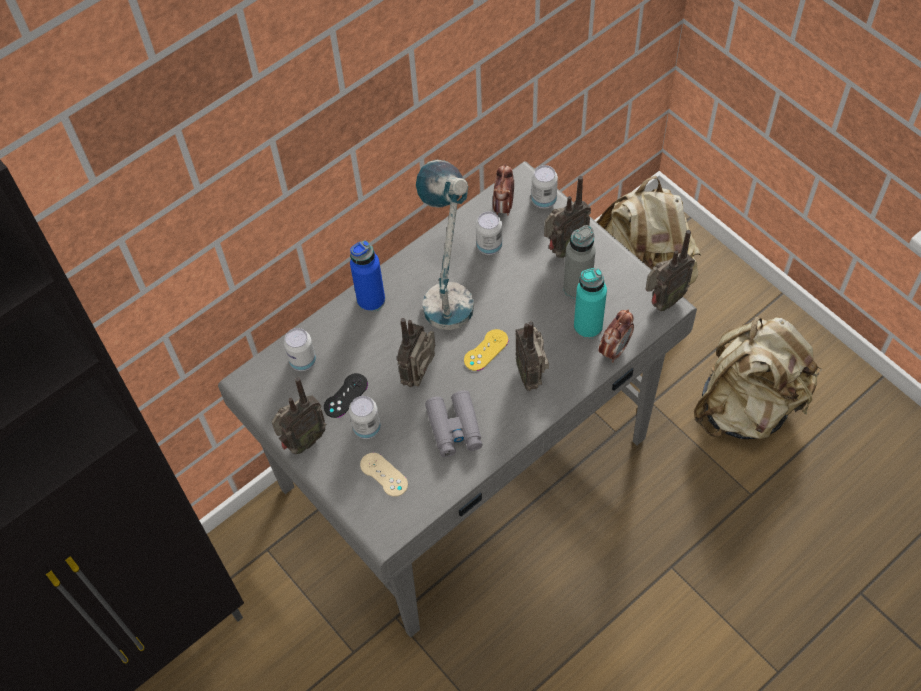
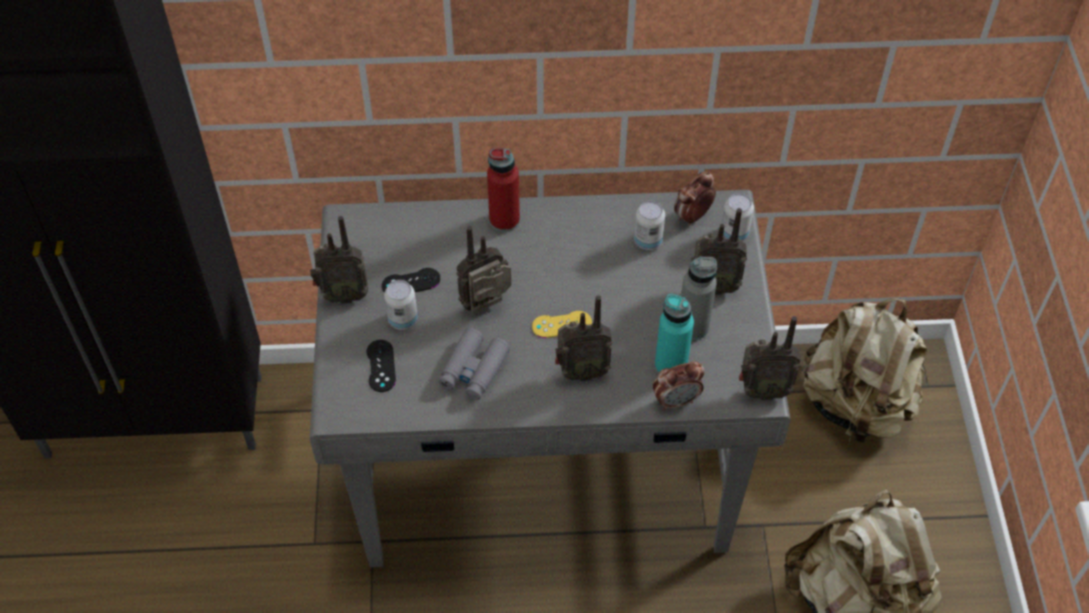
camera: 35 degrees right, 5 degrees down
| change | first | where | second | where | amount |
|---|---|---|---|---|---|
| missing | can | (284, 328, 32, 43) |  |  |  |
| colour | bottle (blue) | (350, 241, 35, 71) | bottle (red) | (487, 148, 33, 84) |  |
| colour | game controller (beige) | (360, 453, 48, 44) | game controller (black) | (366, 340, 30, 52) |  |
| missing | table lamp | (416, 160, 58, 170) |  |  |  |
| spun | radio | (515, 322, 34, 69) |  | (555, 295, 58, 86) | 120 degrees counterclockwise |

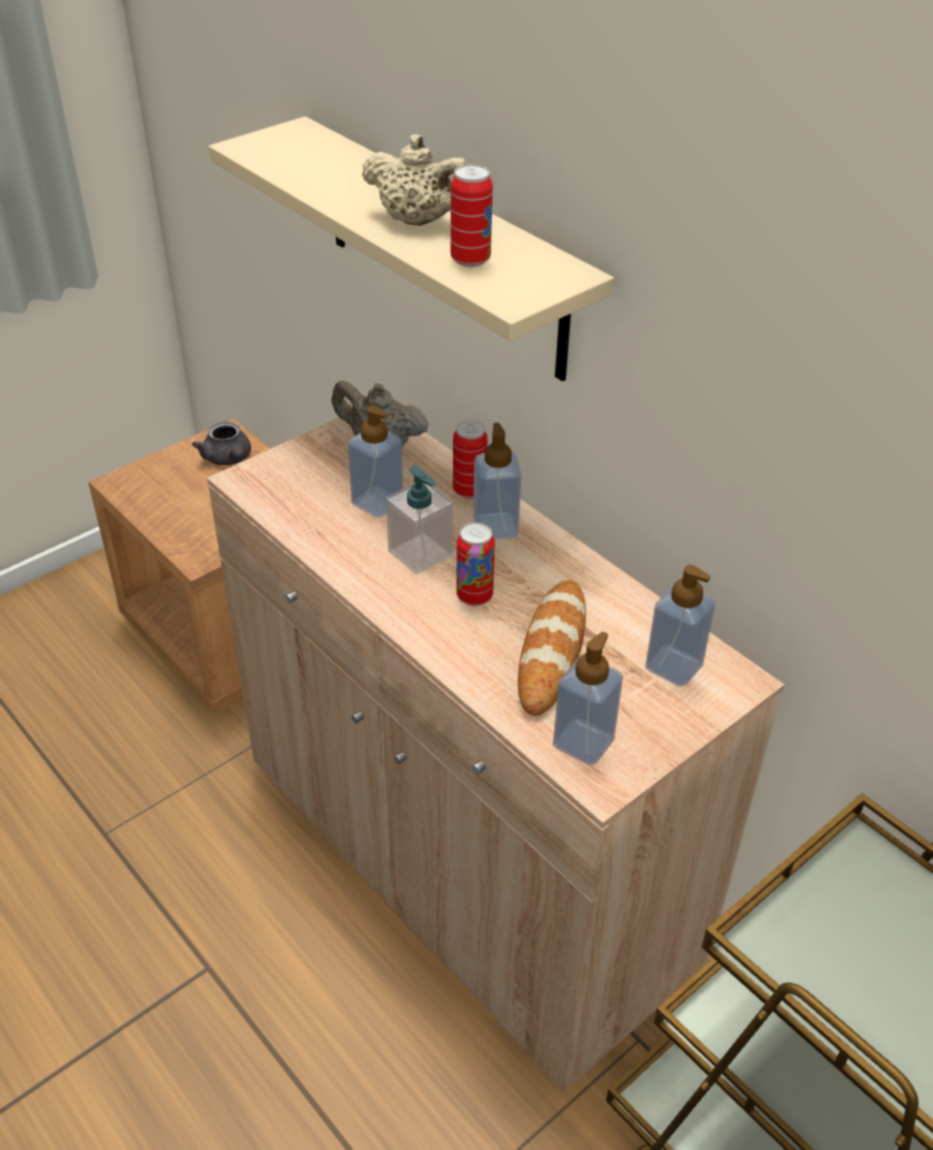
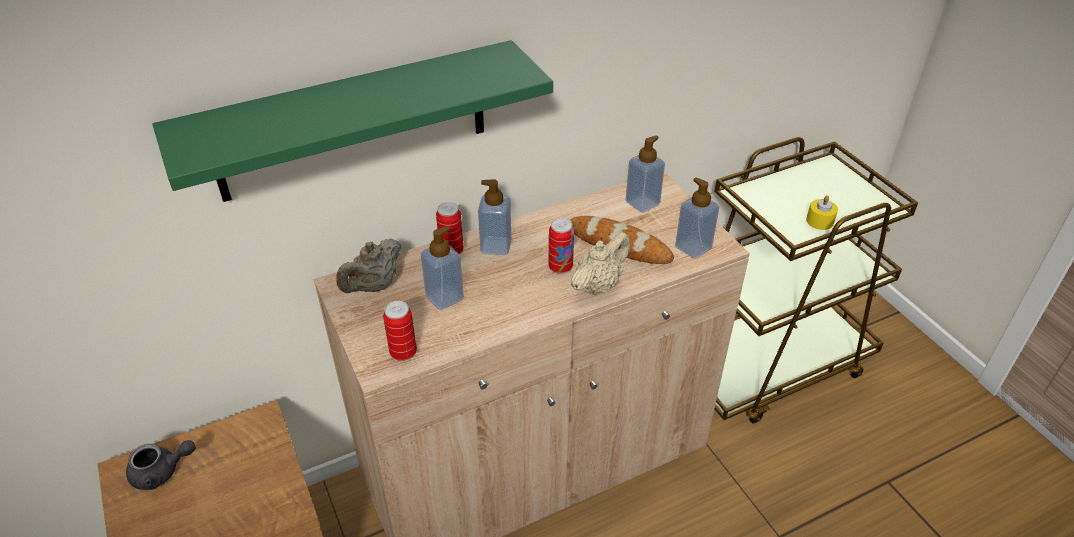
camera: 75 degrees left, 0 degrees up
| change | first | where | second | where | amount |
|---|---|---|---|---|---|
| colour | shelf (beige) | (209, 116, 405, 265) | shelf (green) | (152, 40, 401, 162) |  |
| relocated | teapot (beige) | (362, 134, 105, 92) |  | (571, 232, 60, 63) |  |
| missing | soap dispenser | (386, 466, 67, 109) |  |  |  |
| relocated | can | (451, 164, 42, 103) |  | (383, 301, 34, 60) |  |
| appeared |  |  | candle (yellow) | (806, 195, 32, 35) |  |

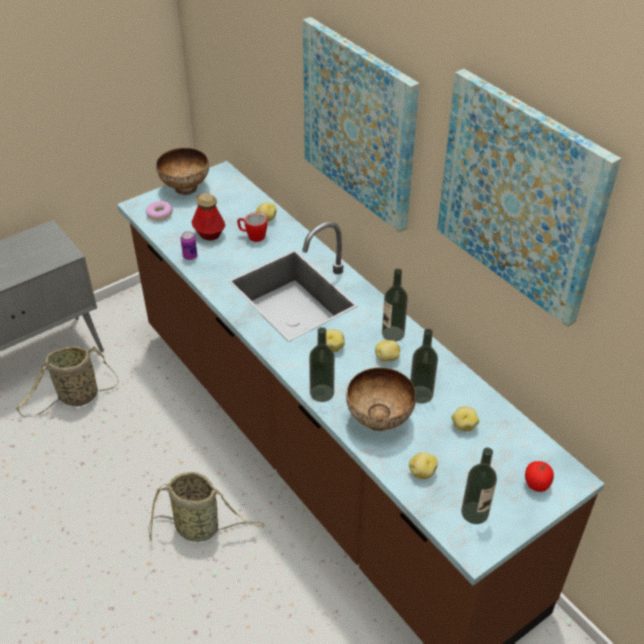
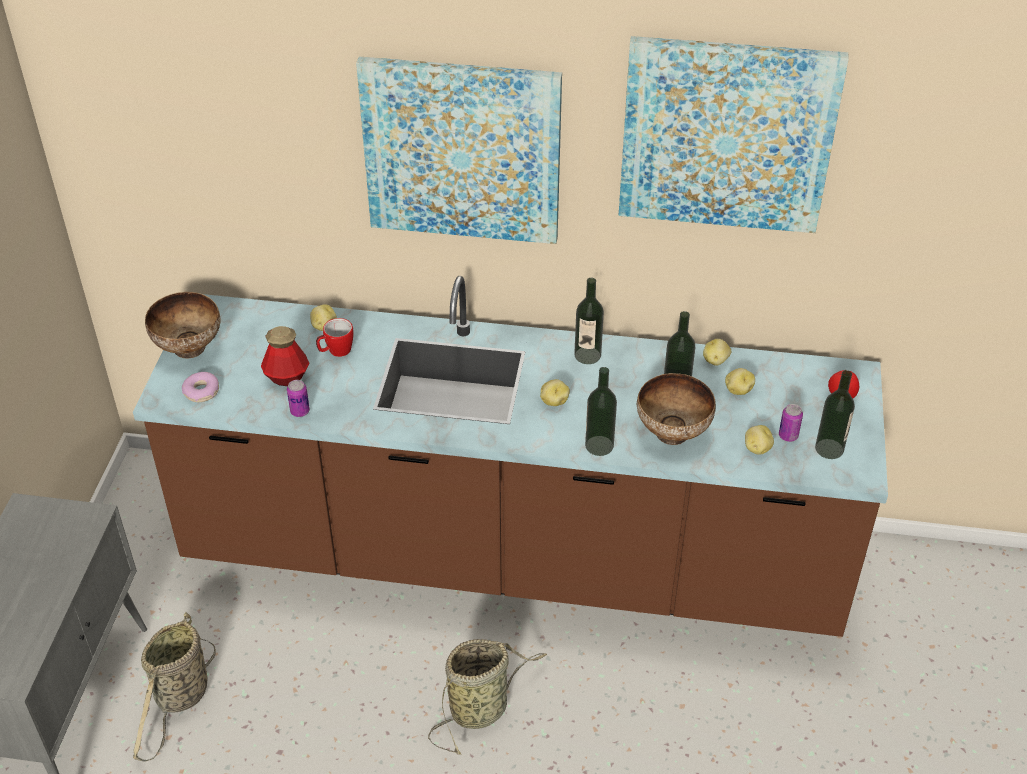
camera: 45 degrees left, 0 degrees up
| change | first | where | second | where | amount |
|---|---|---|---|---|---|
| relocated | potato | (375, 340, 25, 22) |  | (703, 339, 29, 27) |  |
| appeared |  |  | can | (779, 404, 24, 38) |  |

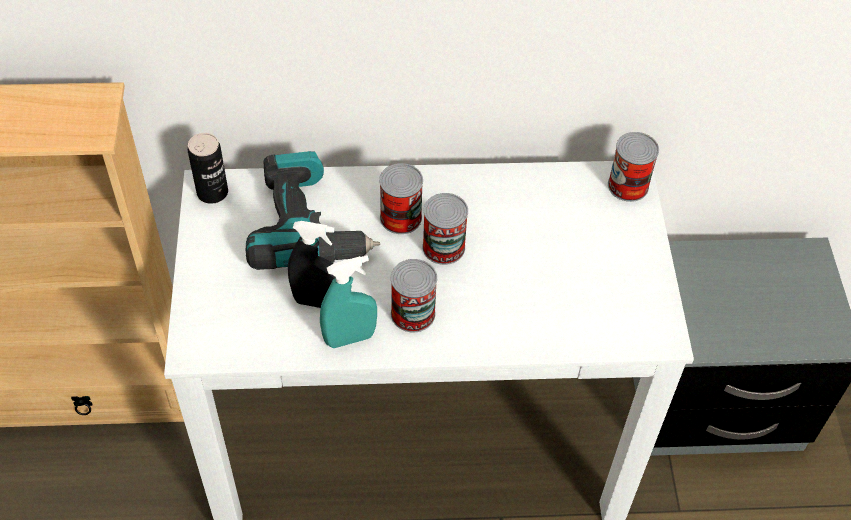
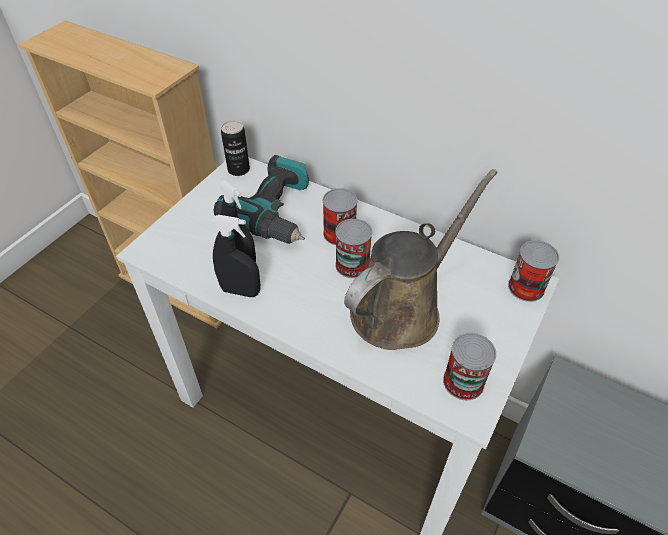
camera: 35 degrees right, 5 degrees down
| change | first | where | second | where | amount |
|---|---|---|---|---|---|
| colour | spray bottle (turquoise) | (320, 255, 57, 93) | spray bottle (black) | (211, 215, 49, 82) |  |
| relocated | can | (391, 259, 46, 73) |  | (443, 333, 53, 67) |  |
| appeared |  |  | watering can (brown) | (344, 169, 154, 181) |  |

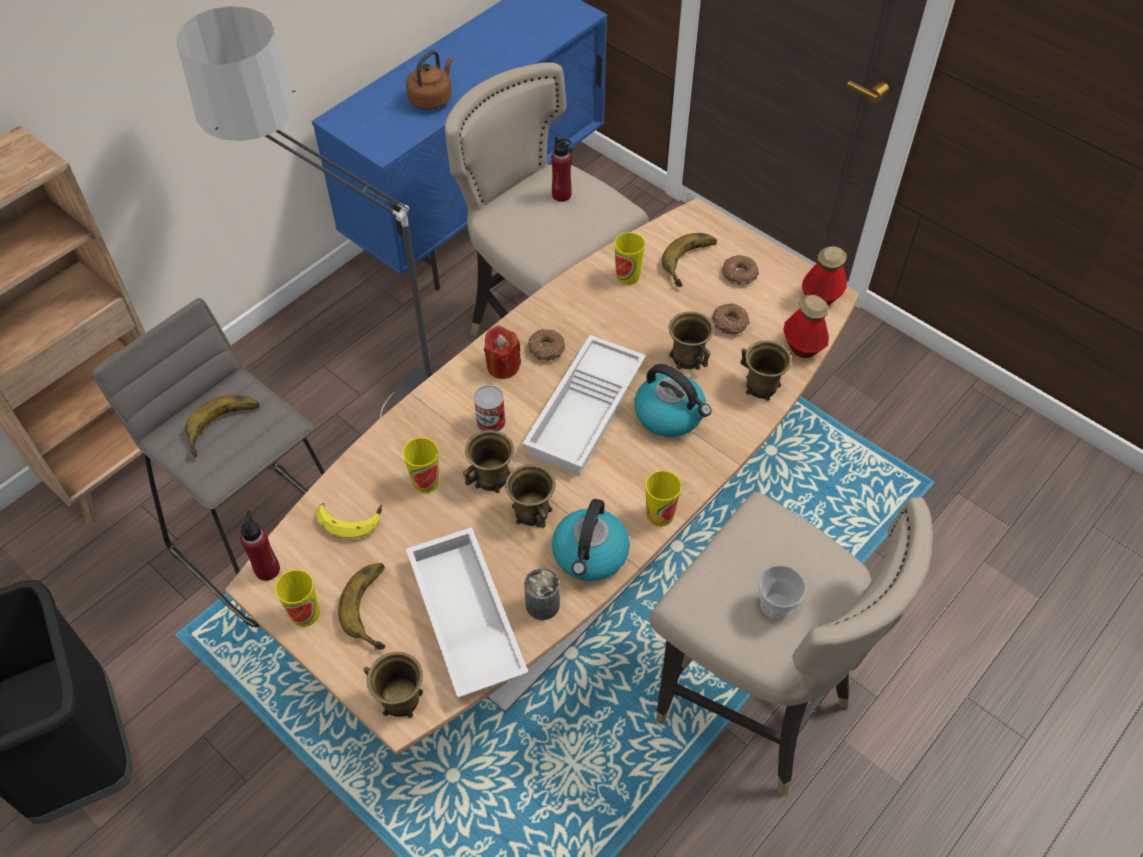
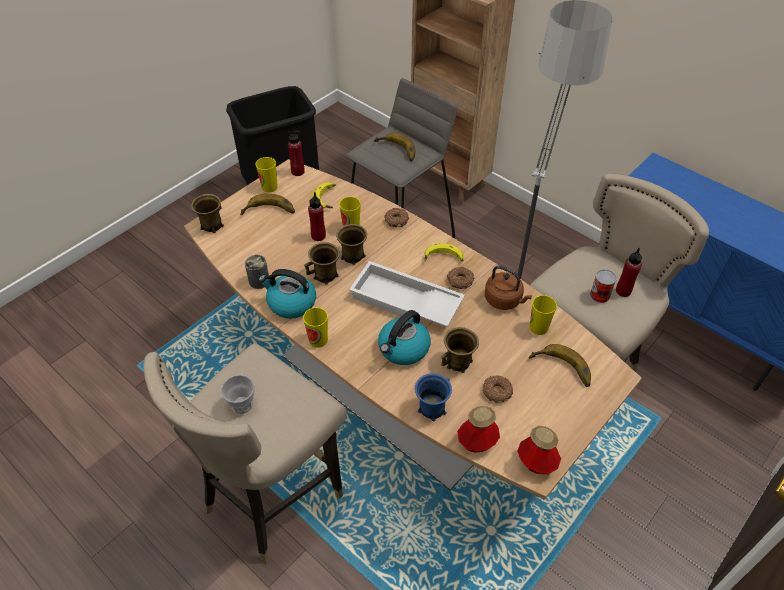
camera: 90 degrees right, 5 degrees down
| change | first | where | second | where | amount |
|---|---|---|---|---|---|
| relocated | kettle (brown) | (406, 50, 47, 60) |  | (485, 265, 47, 45) |  |
| missing | tray (white) | (406, 527, 122, 171) |  |  |  |
| relocated | can | (474, 385, 32, 46) |  | (590, 269, 27, 34) |  |
| exchanged | candle (red) | (484, 326, 37, 53) | banana | (424, 243, 40, 19) |  |
| relocated | donut | (722, 255, 37, 30) |  | (384, 208, 25, 19) |  |
| colour | mug (brown) | (740, 341, 52, 60) | mug (blue) | (415, 373, 37, 49) |  |
| appeared |  |  | bottle (red) | (308, 192, 18, 49) |  |

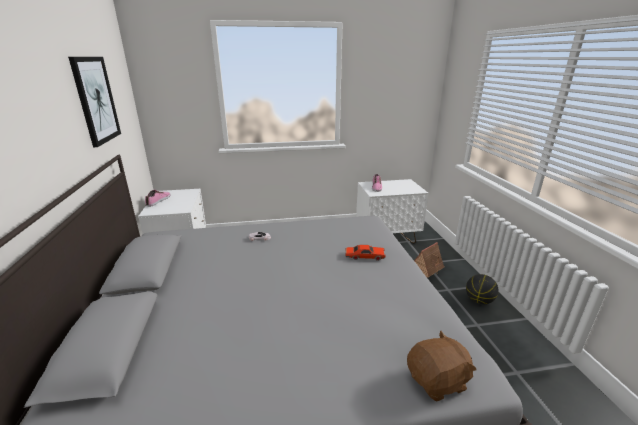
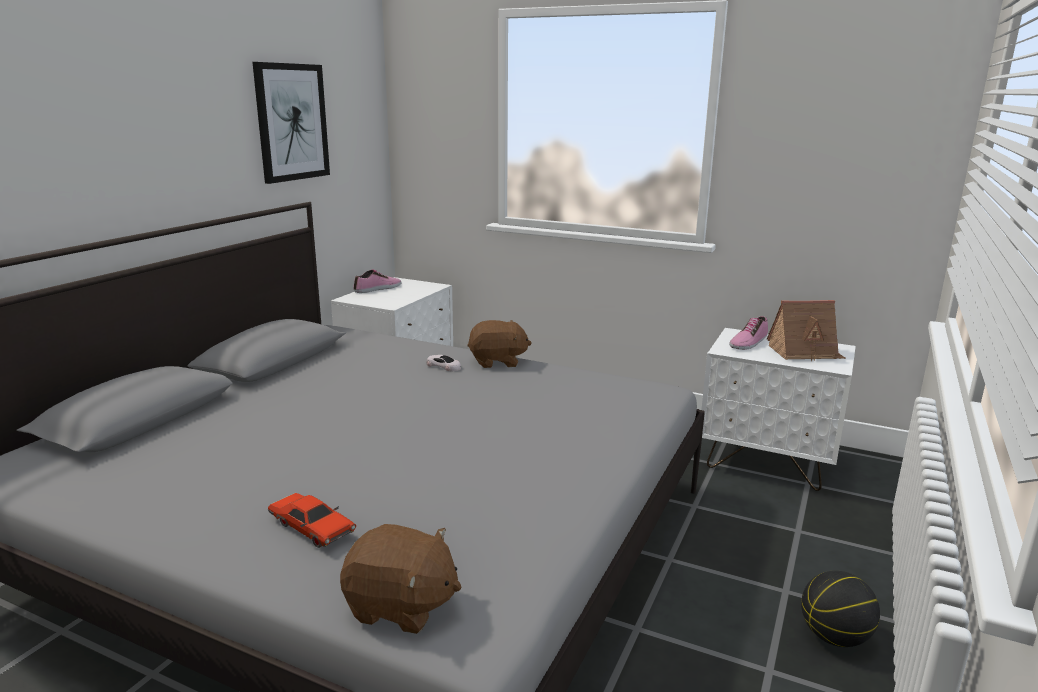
camera: 35 degrees right, 5 degrees down
| change | first | where | second | where | amount |
|---|---|---|---|---|---|
| relocated | toy car (red) | (346, 245, 40, 16) |  | (268, 493, 88, 55) |  |
| relocated | toy house | (414, 242, 31, 36) |  | (767, 300, 78, 61) |  |
| appeared |  |  | plush toy (brown) | (467, 320, 65, 48) |  |

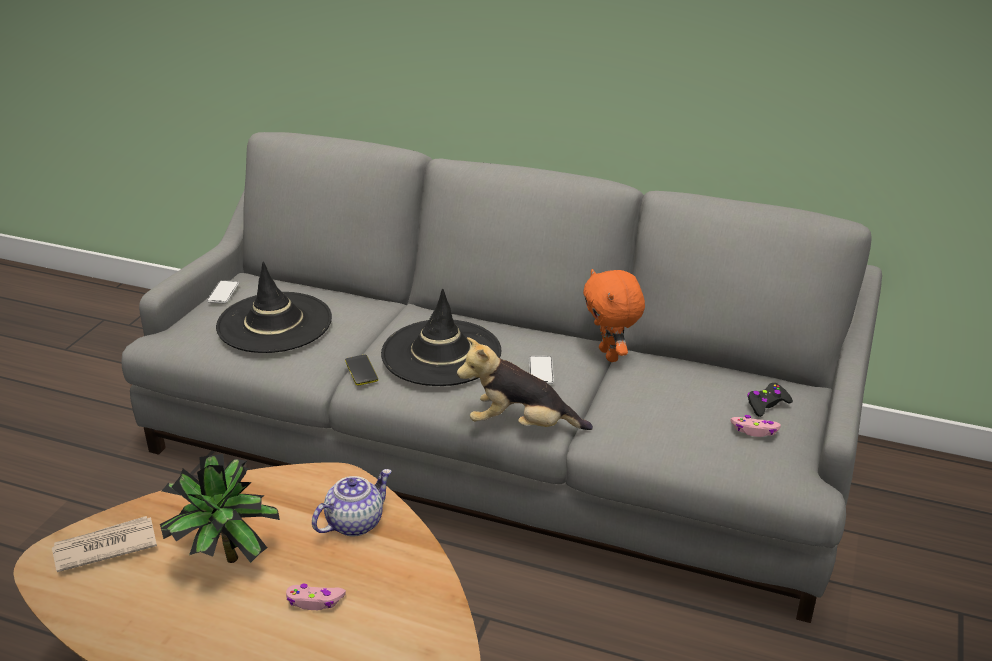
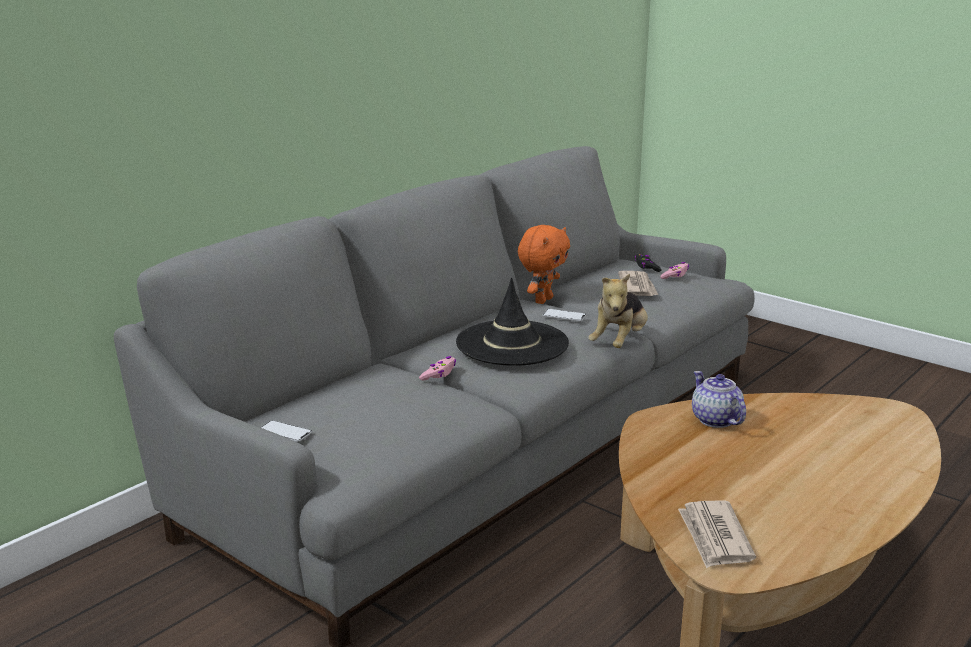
camera: 70 degrees left, 10 degrees down
| change | first | where | second | where | amount |
|---|---|---|---|---|---|
| missing | potted plant | (160, 454, 120, 109) |  |  |  |
| missing | hat (black) | (216, 262, 116, 91) |  |  |  |
| relocated | game controller (pink) | (286, 584, 60, 26) |  | (419, 356, 37, 24) |  |
| missing | phone | (345, 355, 33, 31) |  |  |  |
| spun | plush toy (orange) | (583, 269, 62, 93) |  | (518, 225, 52, 79) | 60 degrees counterclockwise |
| appeared |  |  | newspaper | (618, 271, 40, 25) |  |

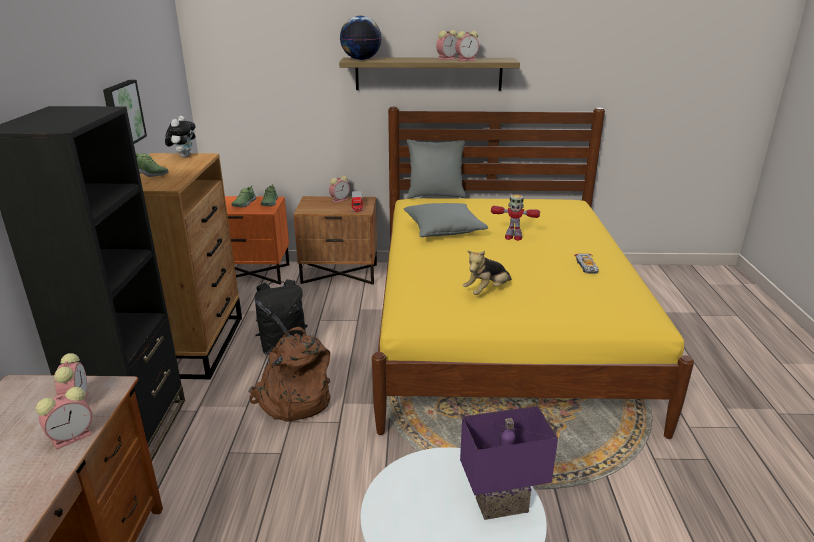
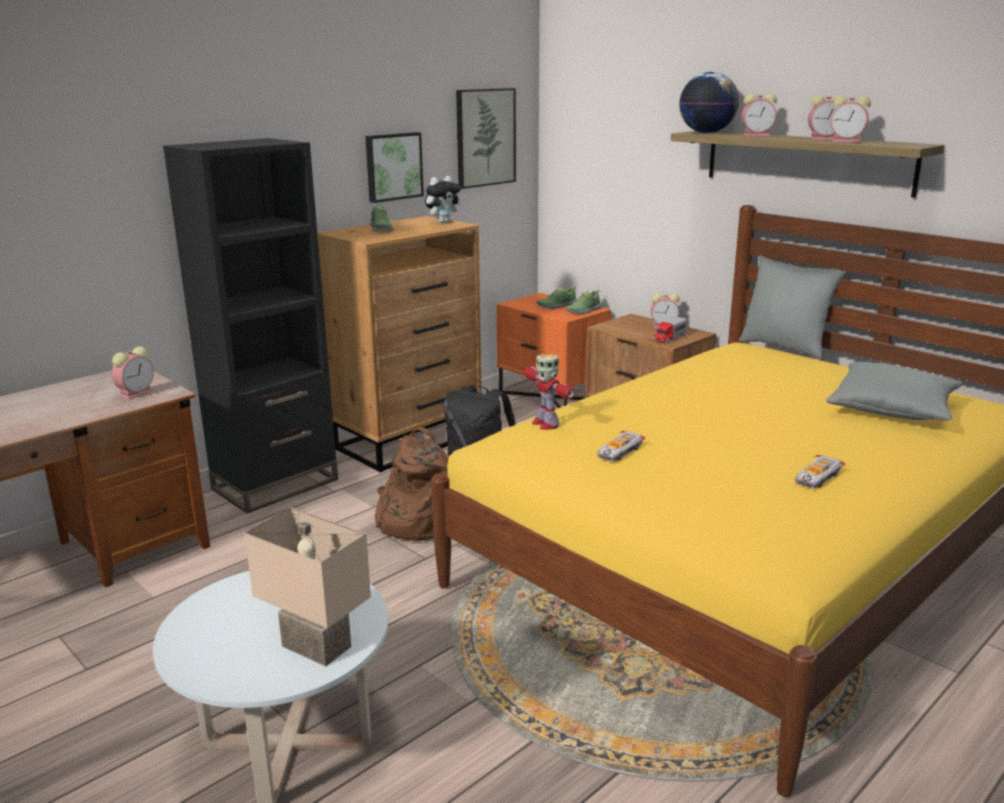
camera: 45 degrees right, 5 degrees down
| change | first | where | second | where | amount |
|---|---|---|---|---|---|
| relocated | alarm clock | (36, 387, 56, 63) |  | (741, 94, 36, 42) |  |
| relocated | pillow (grey) | (404, 203, 84, 34) |  | (825, 362, 138, 58) |  |
| colour | table lamp (purple) | (460, 406, 98, 114) | table lamp (beige) | (244, 507, 127, 160) |  |
| exchanged | plush toy | (463, 251, 49, 44) | toy car | (597, 431, 49, 31) |  |
| relocated | toy robot | (491, 194, 49, 47) |  | (524, 354, 51, 76) |  |
| appeared |  |  | picture | (456, 88, 60, 101) |  |

